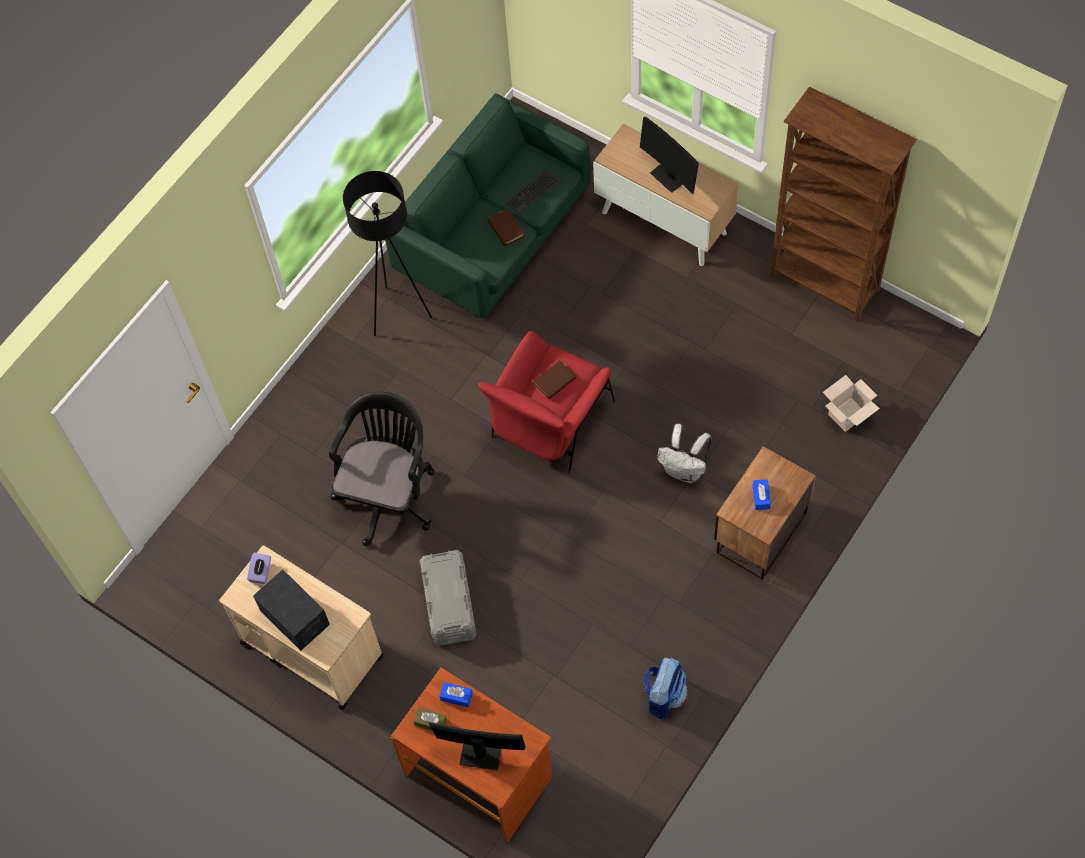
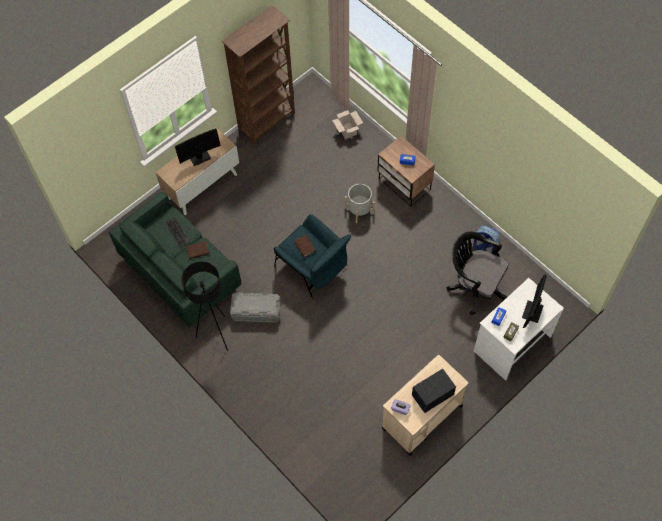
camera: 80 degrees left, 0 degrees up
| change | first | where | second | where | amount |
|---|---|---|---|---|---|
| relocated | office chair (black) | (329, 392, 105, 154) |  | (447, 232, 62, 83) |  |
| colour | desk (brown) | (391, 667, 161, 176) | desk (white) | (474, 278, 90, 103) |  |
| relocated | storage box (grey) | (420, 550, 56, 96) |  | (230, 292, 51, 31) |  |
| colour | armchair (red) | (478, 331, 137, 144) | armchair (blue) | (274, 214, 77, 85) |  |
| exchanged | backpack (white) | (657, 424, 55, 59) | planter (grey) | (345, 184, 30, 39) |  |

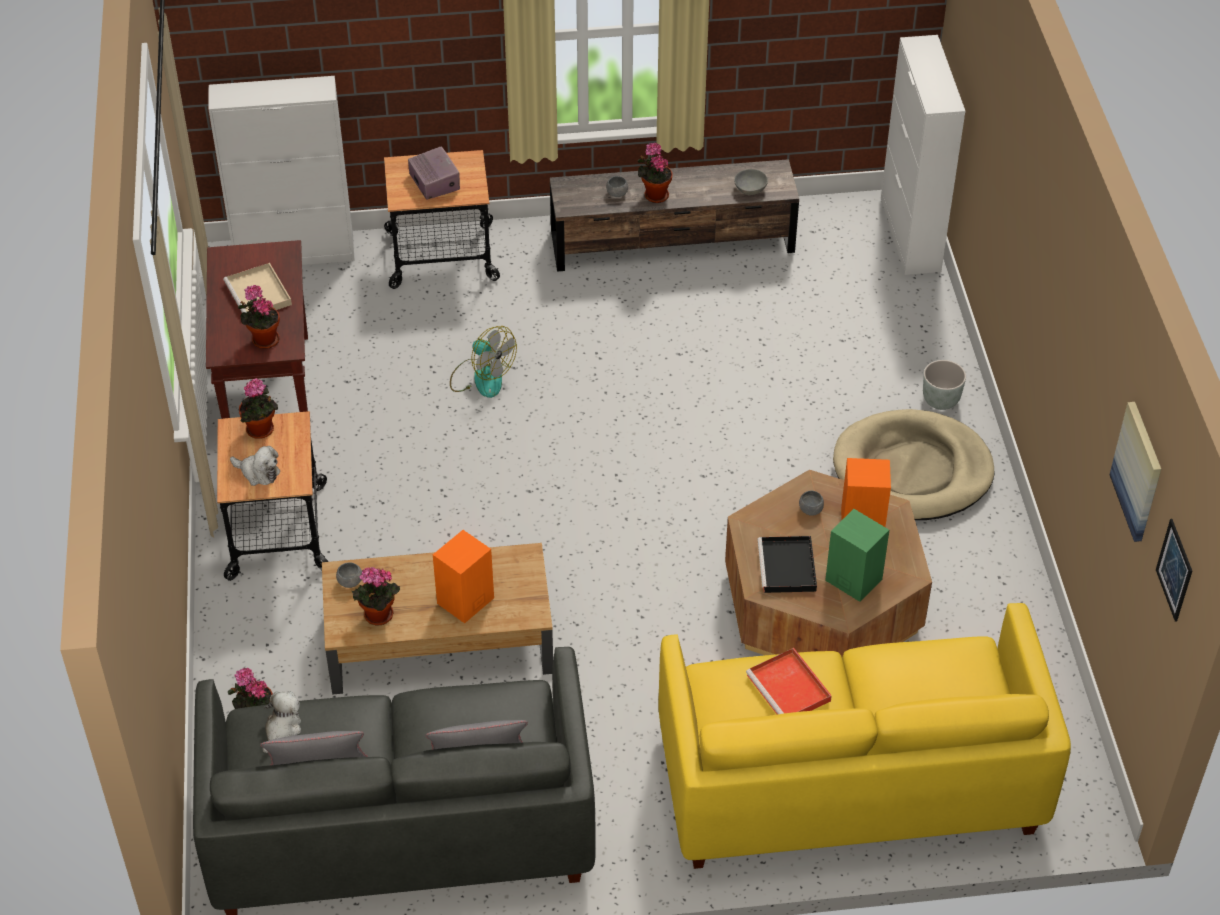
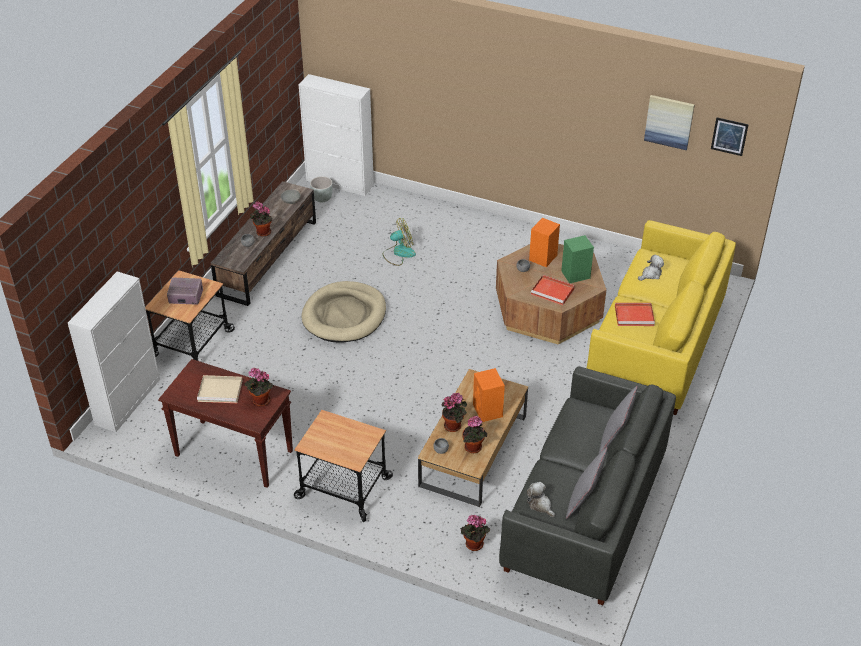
camera: 60 degrees left, 5 degrees down
| change | first | where | second | where | amount |
|---|---|---|---|---|---|
| relocated | plush toy | (230, 446, 50, 40) |  | (638, 255, 26, 26) |  |
| relocated | potted plant | (239, 378, 39, 61) |  | (442, 393, 25, 39) |  |
| relocated | fan | (450, 326, 67, 72) |  | (382, 218, 34, 48) |  |
| colour | tray (black) | (757, 536, 60, 57) | tray (red) | (531, 275, 44, 30) |  |
| relocated | dog bed (beige) | (833, 409, 161, 111) |  | (301, 281, 85, 61) |  |
| relocated | planter (grey) | (923, 360, 43, 50) |  | (310, 176, 22, 26) |  |

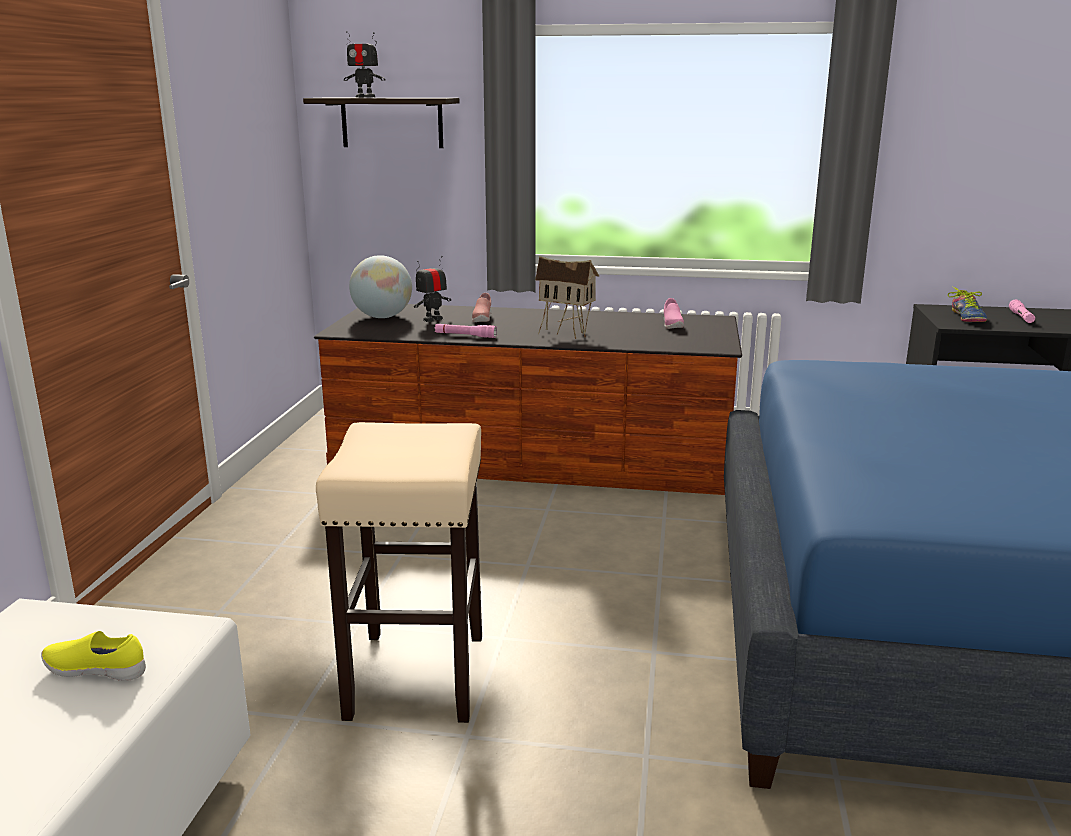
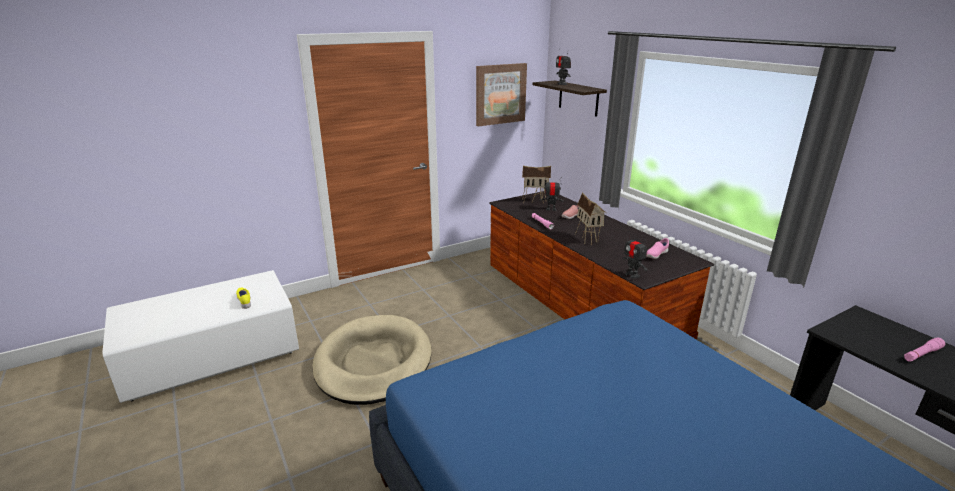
camera: 50 degrees right, 5 degrees up
| change | first | where | second | where | amount |
|---|---|---|---|---|---|
| exchanged | stool (beige) | (316, 422, 166, 301) | dog bed (beige) | (312, 315, 119, 90) |  |
| exchanged | globe | (349, 255, 63, 63) | toy house | (522, 166, 29, 38) |  |
| missing | shoe | (948, 287, 39, 35) |  |  |  |
| appeared |  |  | picture | (476, 63, 51, 64) |  |
| appeared |  |  | toy robot | (622, 231, 26, 47) |  |

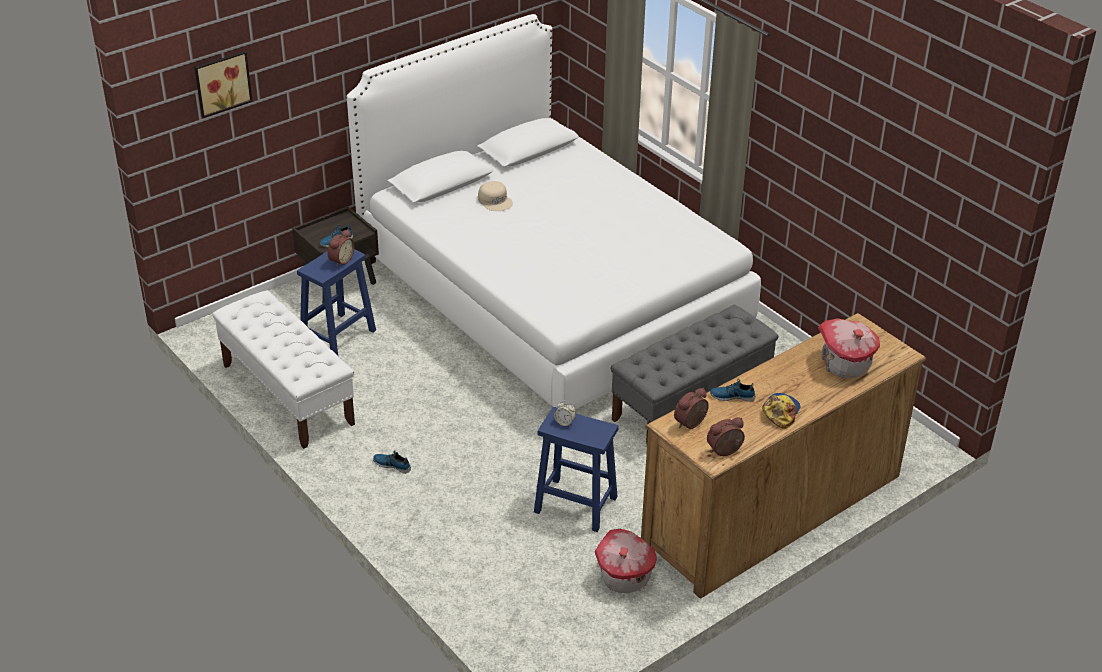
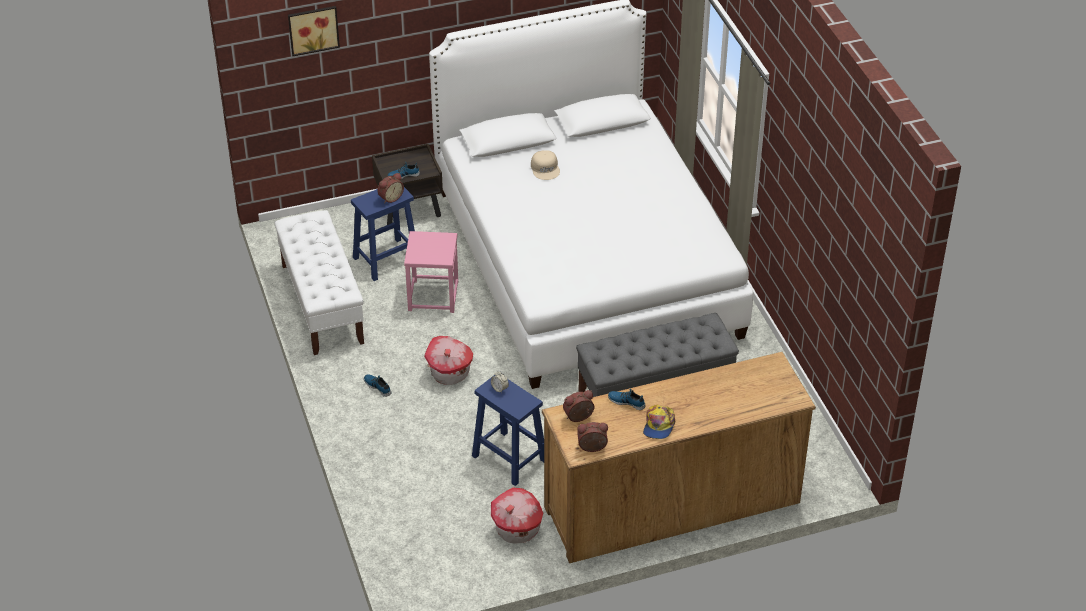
camera: 20 degrees right, 5 degrees up
| change | first | where | second | where | amount |
|---|---|---|---|---|---|
| spun | cap | (762, 393, 39, 36) |  | (643, 405, 33, 34) | 150 degrees clockwise |
| relocated | toy house | (818, 318, 62, 60) |  | (424, 336, 49, 49) |  |
| appeared |  |  | stool (pink) | (404, 231, 54, 82) |  |

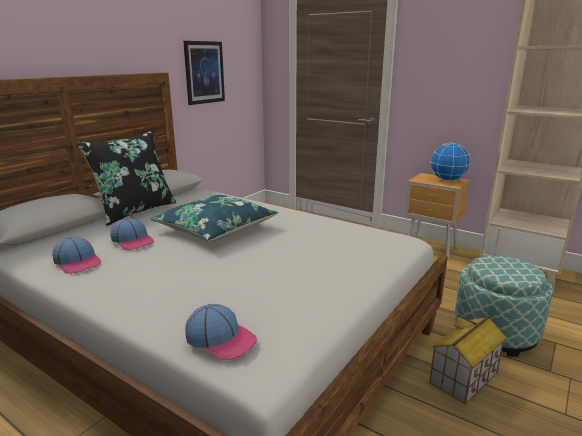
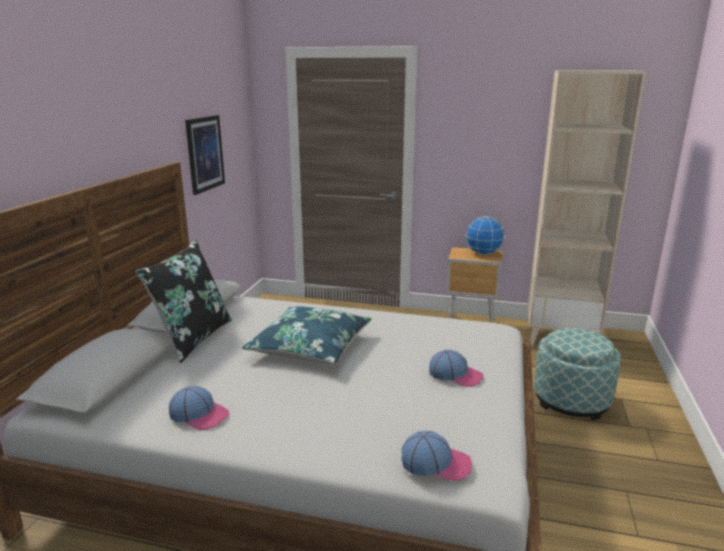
camera: 20 degrees left, 0 degrees up
| change | first | where | second | where | amount |
|---|---|---|---|---|---|
| relocated | cap | (110, 218, 44, 32) |  | (429, 350, 55, 37) |  |
| missing | toy house | (429, 315, 77, 89) |  |  |  |

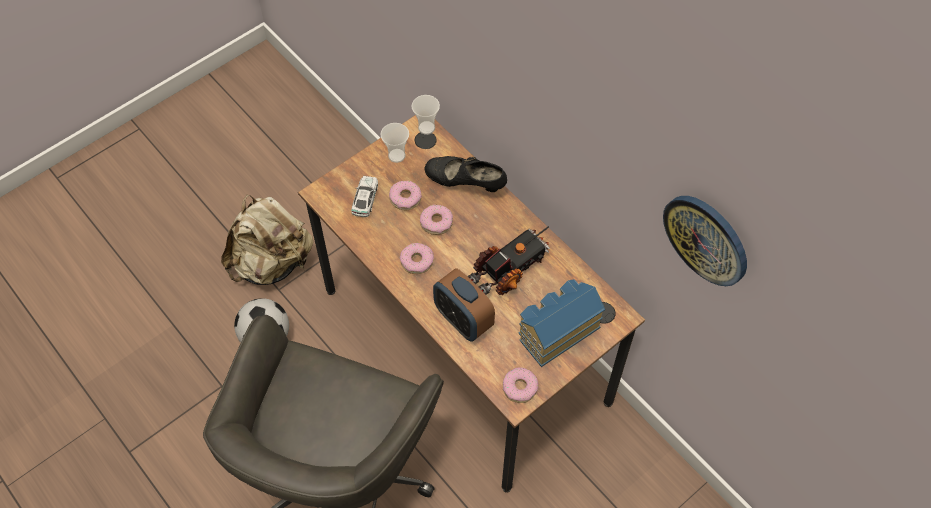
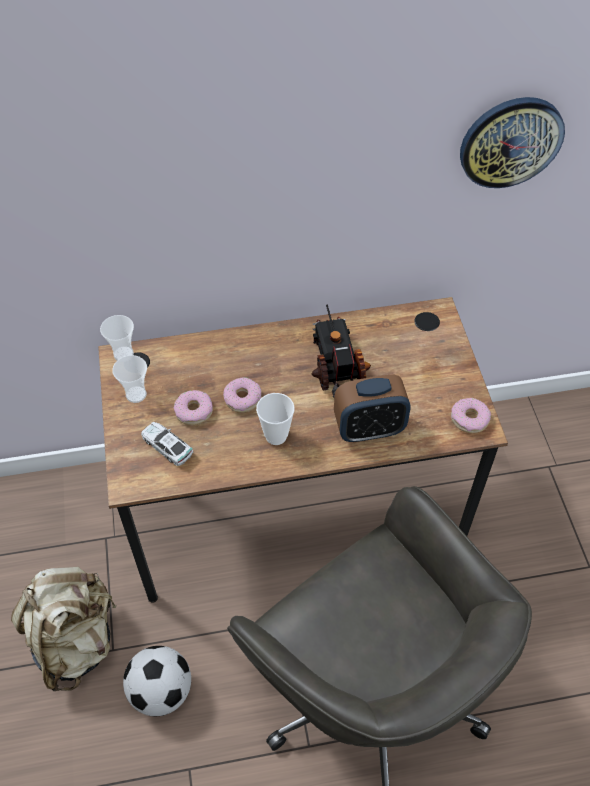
camera: 60 degrees left, 5 degrees down
| change | first | where | second | where | amount |
|---|---|---|---|---|---|
| exchanged | donut | (400, 243, 34, 31) | cup | (256, 393, 39, 52) |  |
| missing | shoe (black) | (424, 156, 83, 36) |  |  |  |
| missing | toy house | (518, 279, 87, 88) |  |  |  |

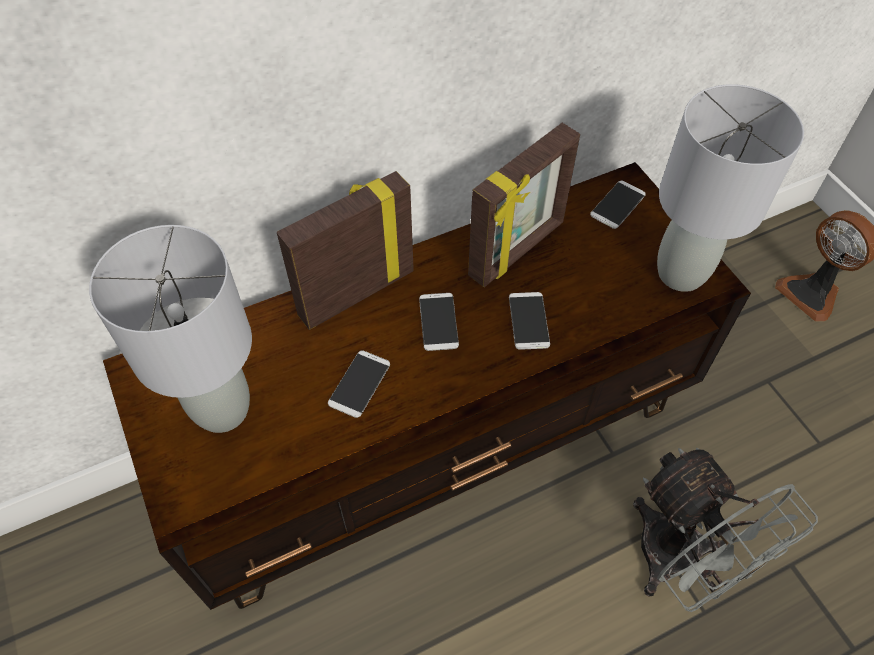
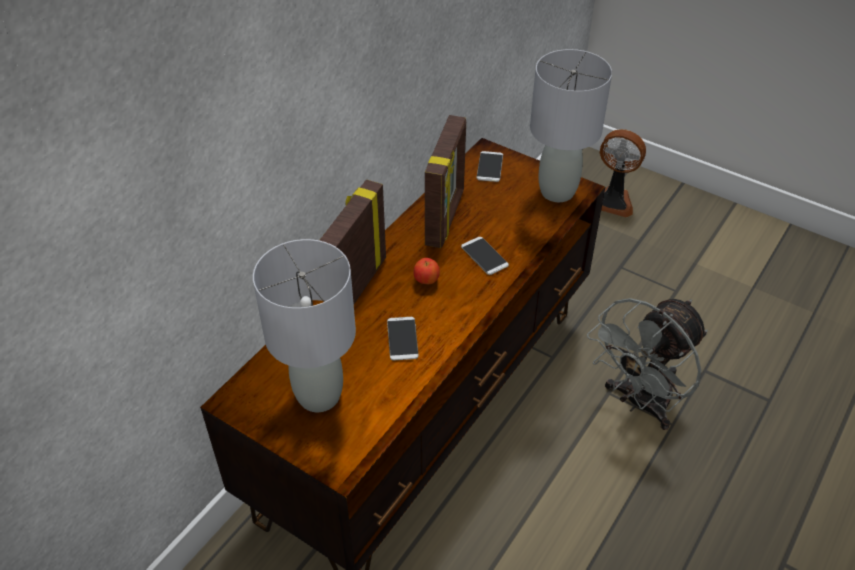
camera: 30 degrees left, 10 degrees down
| change | first | where | second | where | amount |
|---|---|---|---|---|---|
| exchanged | phone | (419, 293, 40, 58) | apple | (413, 258, 27, 26) |  |
| spun | fan (grey) | (633, 448, 185, 164) |  | (587, 298, 121, 132) | 105 degrees clockwise |

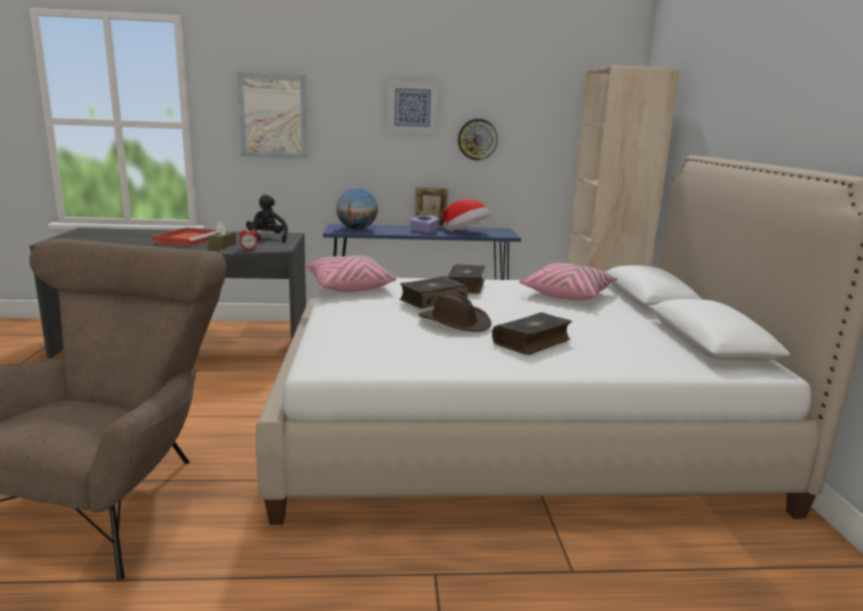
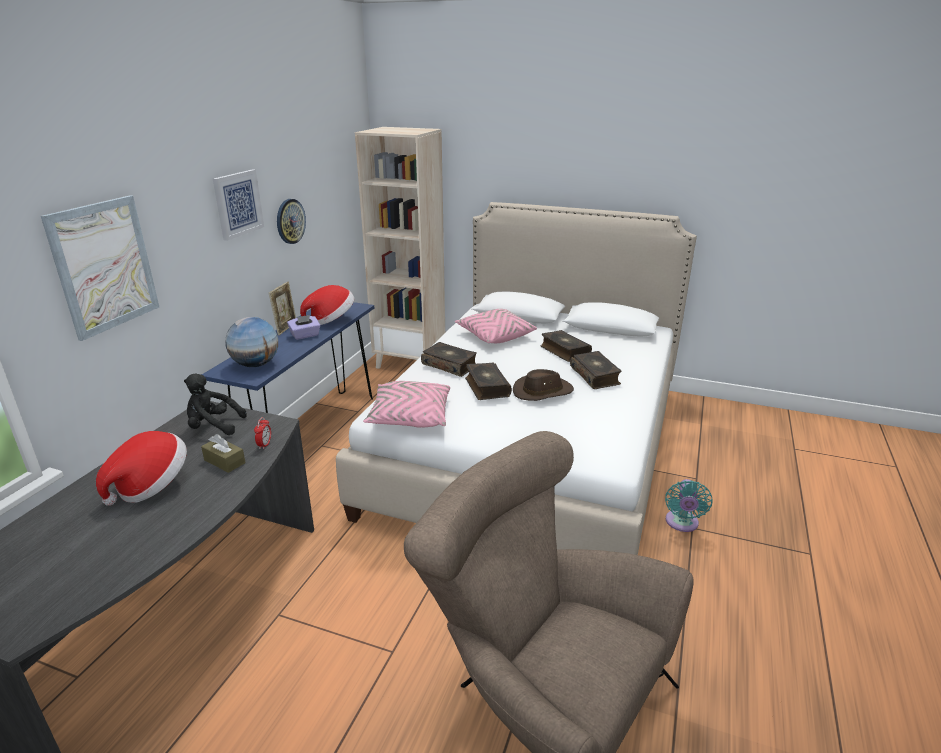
camera: 65 degrees left, 10 degrees up
| change | first | where | second | where | amount |
|---|---|---|---|---|---|
| exchanged | tray (red) | (152, 227, 67, 20) | hat | (96, 431, 91, 75) |  |
| appeared |  |  | book | (541, 330, 51, 32) |  |
| appeared |  |  | fan (turquoise) | (665, 479, 48, 53) |  |

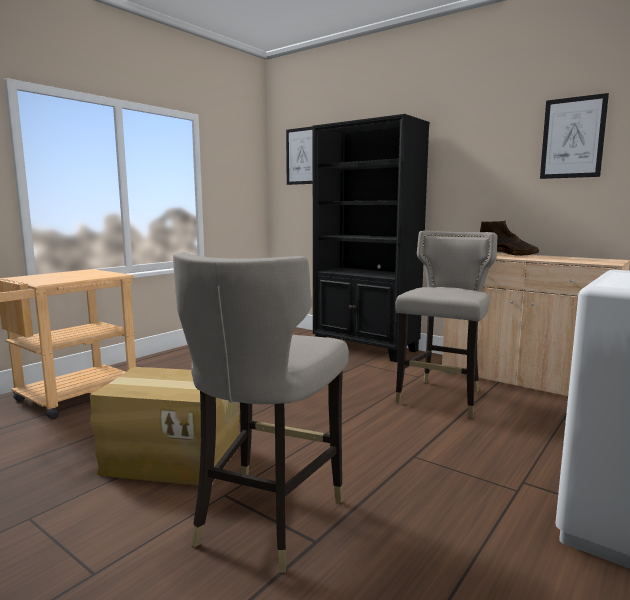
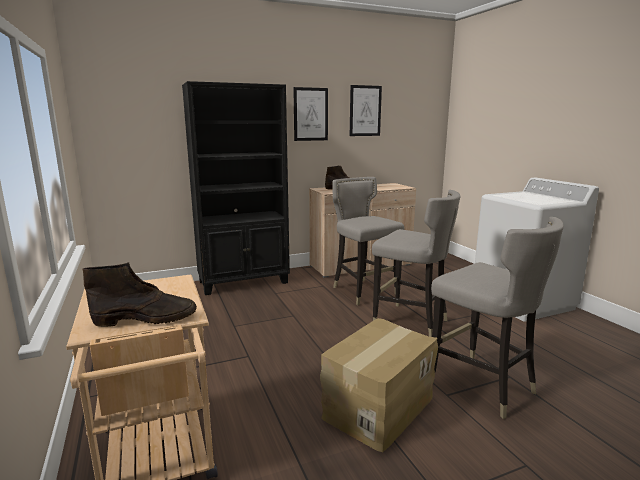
camera: 60 degrees left, 5 degrees up
| change | first | where | second | where | amount |
|---|---|---|---|---|---|
| relocated | picture | (286, 126, 27, 59) |  | (293, 87, 35, 54) |  |
| appeared |  |  | boot (brown) | (83, 262, 114, 65) |  |
| appeared |  |  | stool (grey) | (372, 190, 88, 147) |  |

